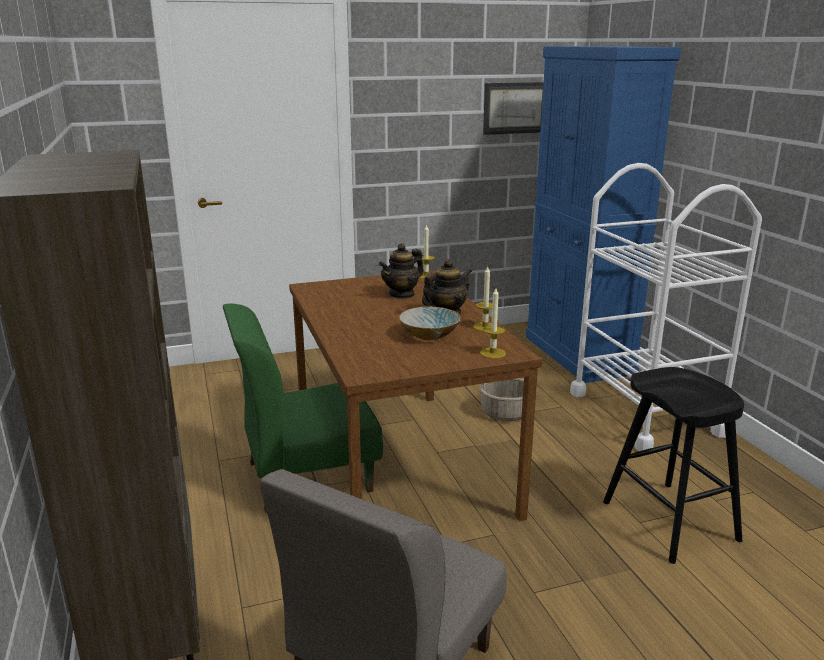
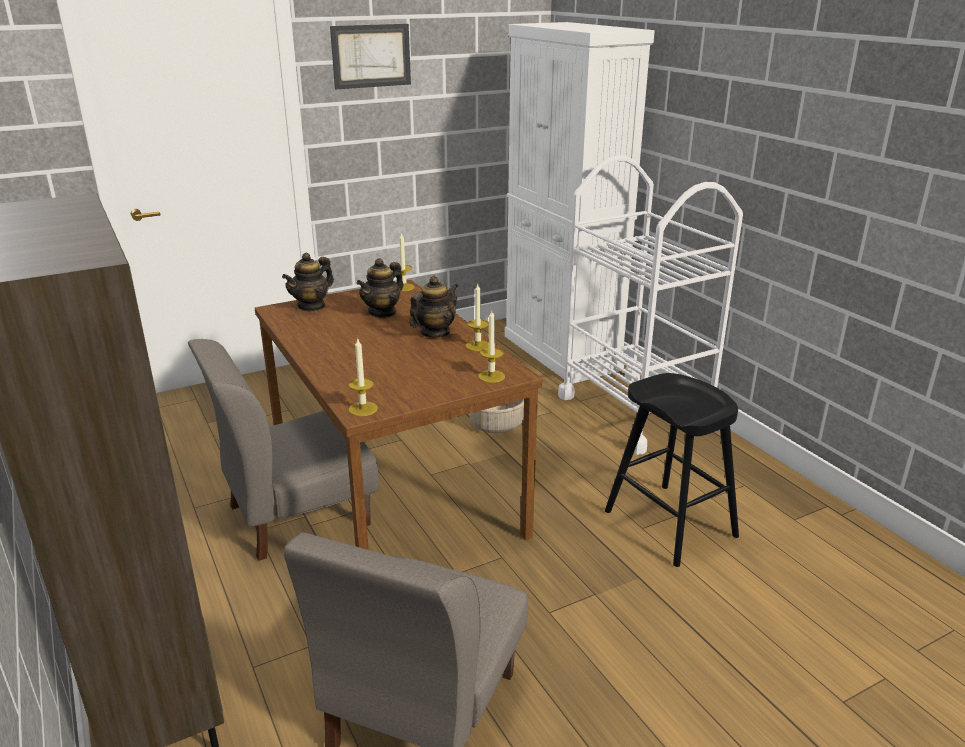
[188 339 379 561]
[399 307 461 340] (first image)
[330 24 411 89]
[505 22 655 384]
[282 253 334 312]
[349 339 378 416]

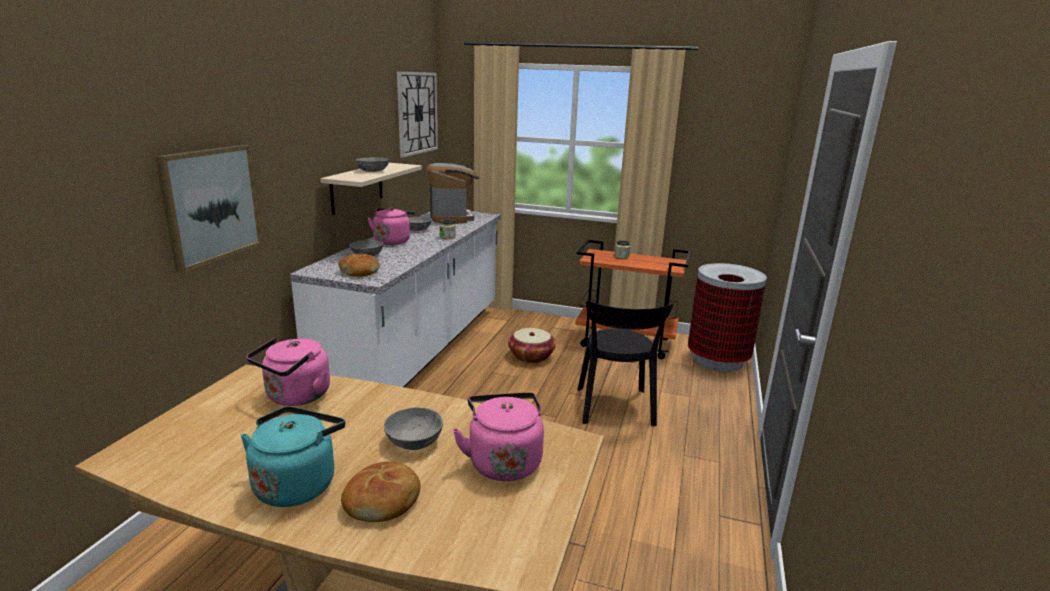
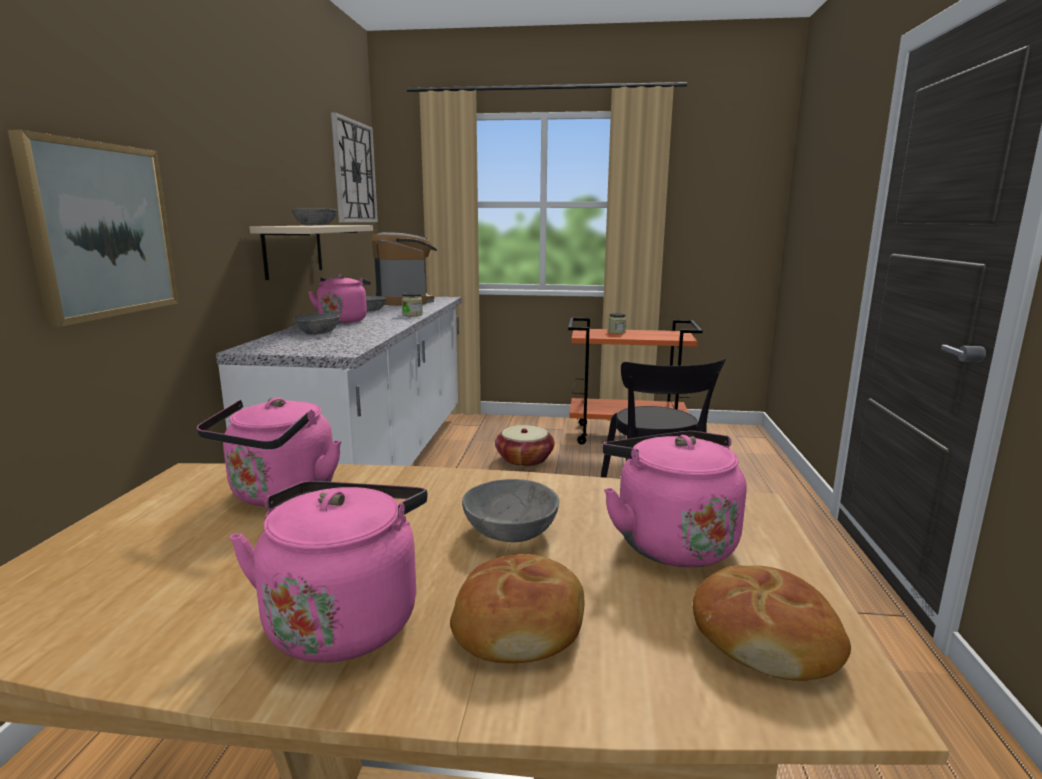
[229 481 428 662]
[693 565 851 681]
[688 263 767 372] (first image)

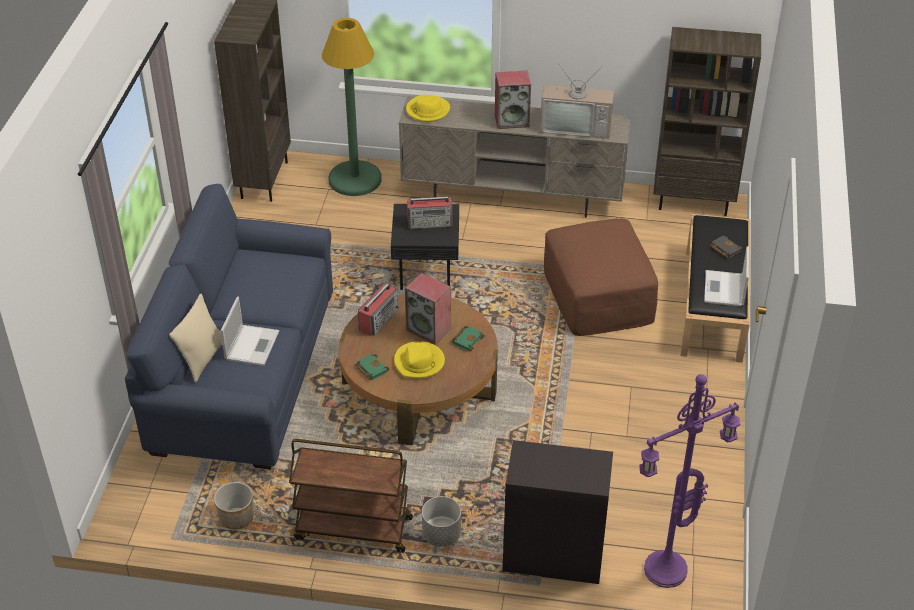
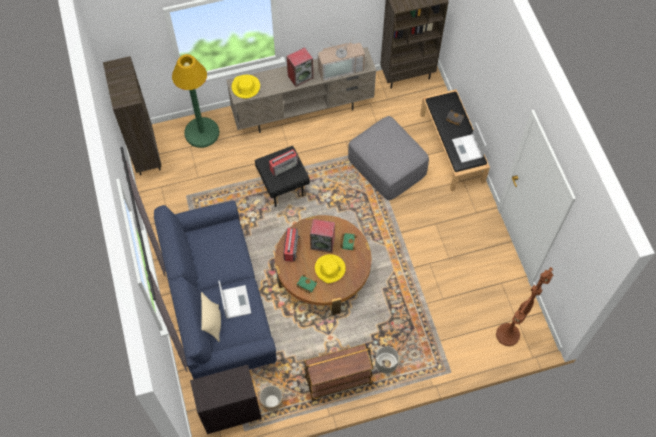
[190 365 262 434]
[348 116 429 200]
[496 267 553 346]

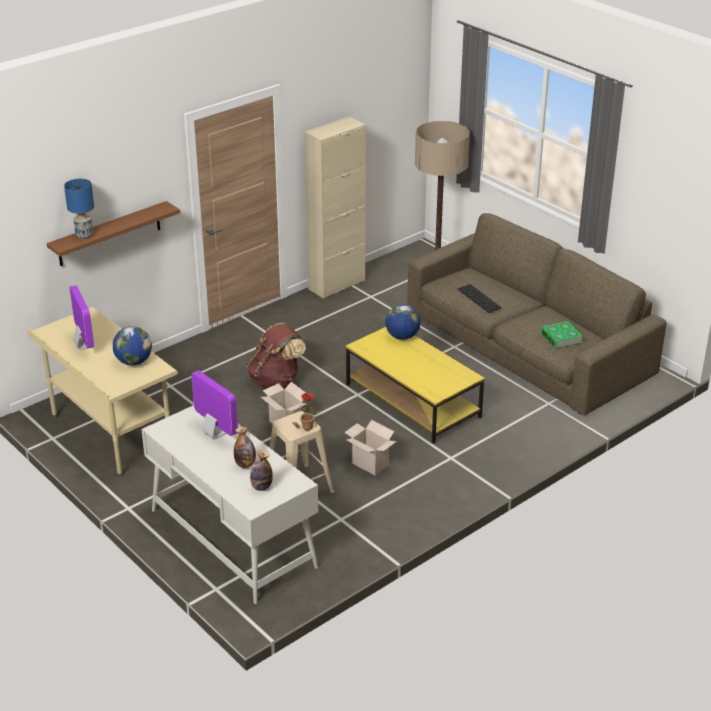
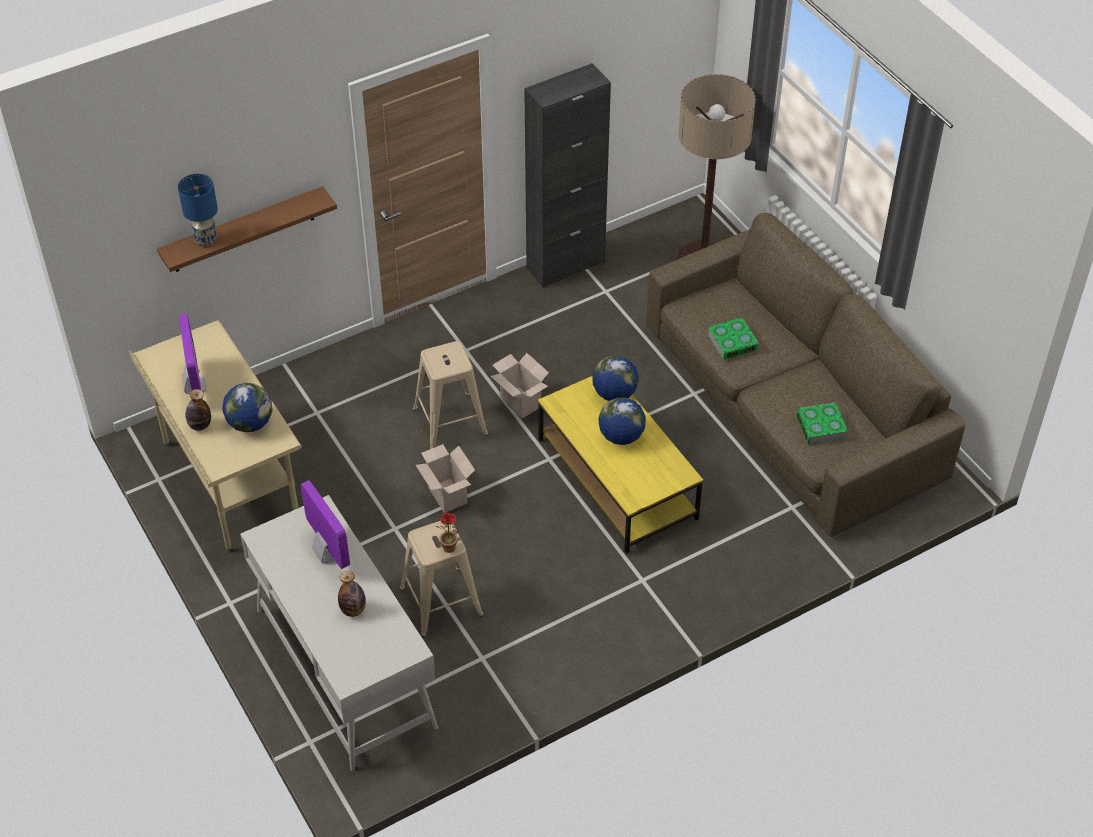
[413 341 489 449]
[186 389 211 431]
[524 63 611 288]
[491 353 549 419]
[707 317 759 360]
[598 398 646 445]

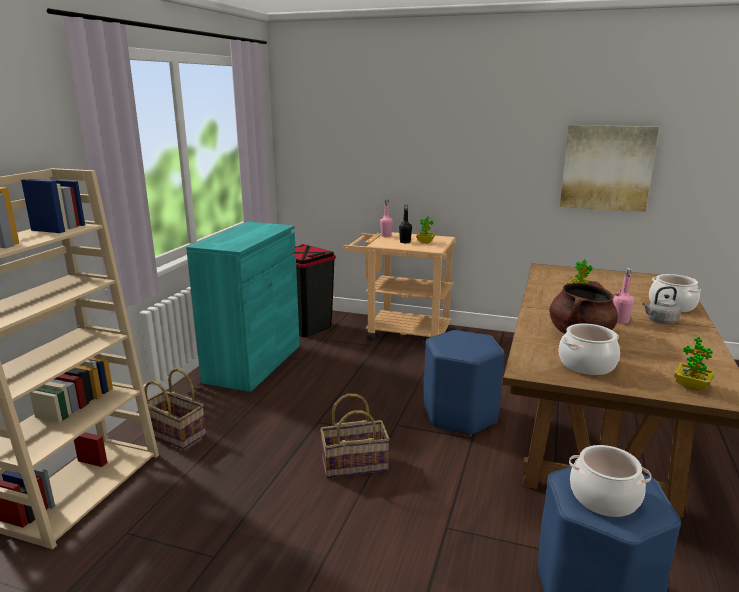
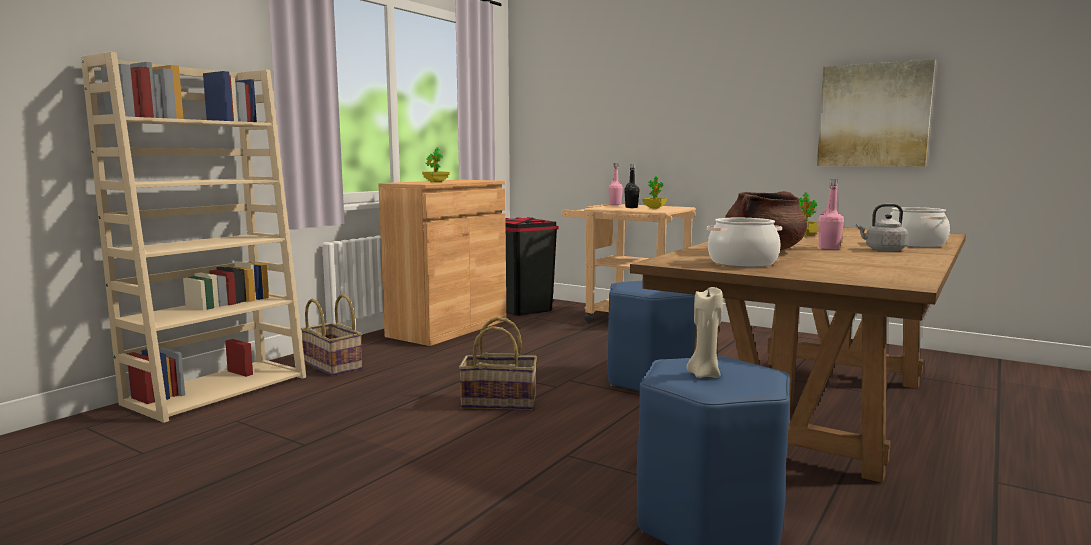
[378 180 506 346]
[687 287 723 378]
[422 148 450 183]

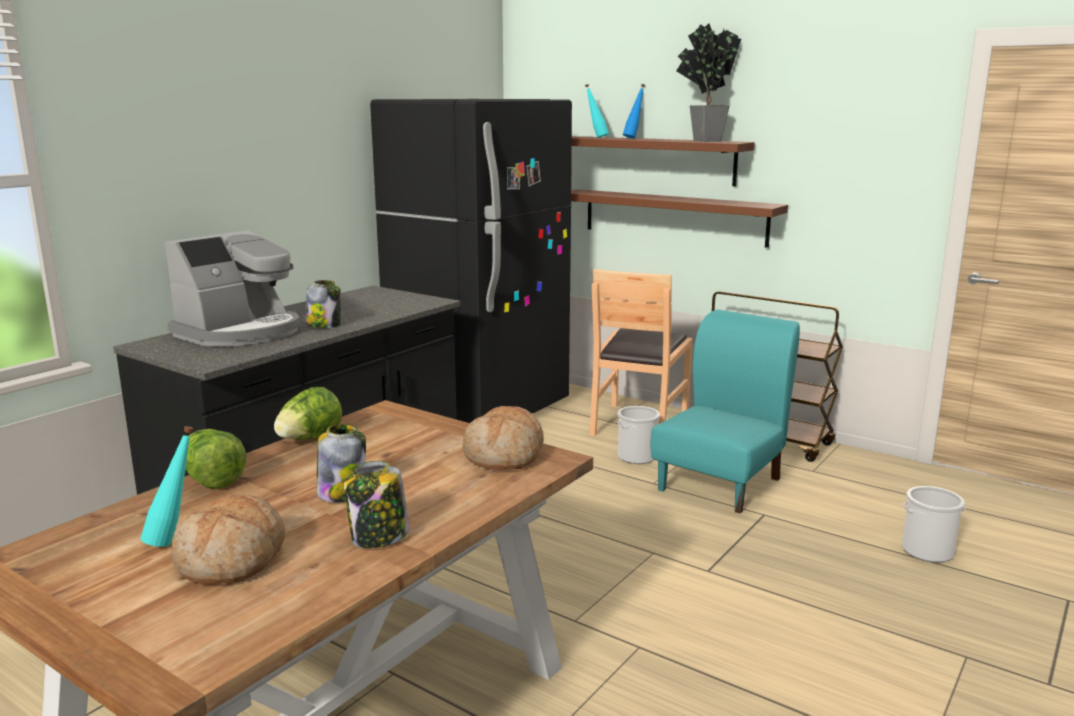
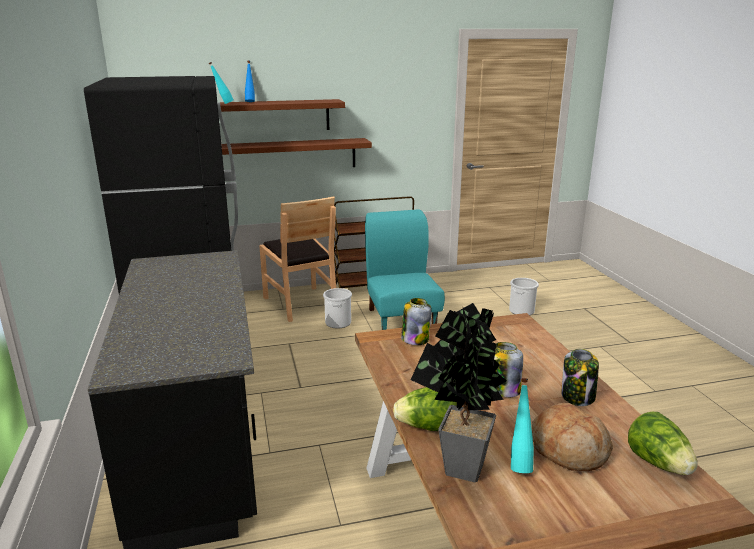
[165 230 300 347] (first image)
[628 412 698 475]
[401 298 432 345]
[463 406 544 470] (first image)
[411 303 507 482]

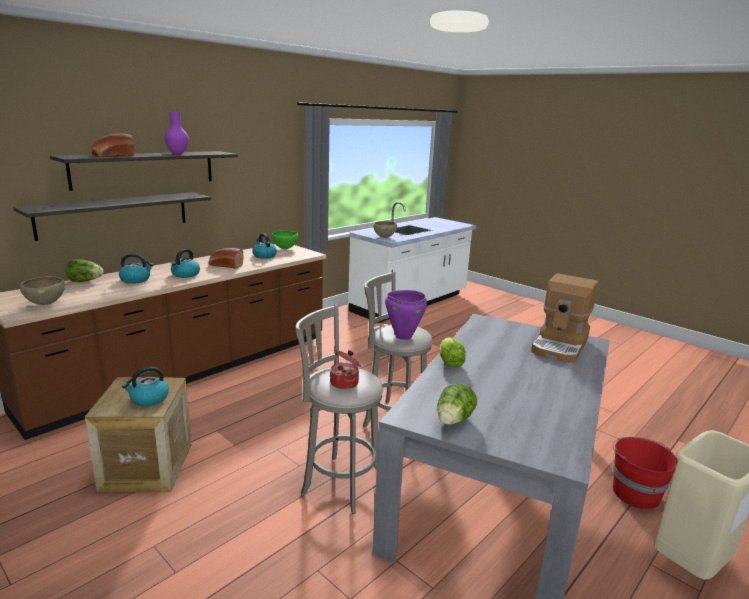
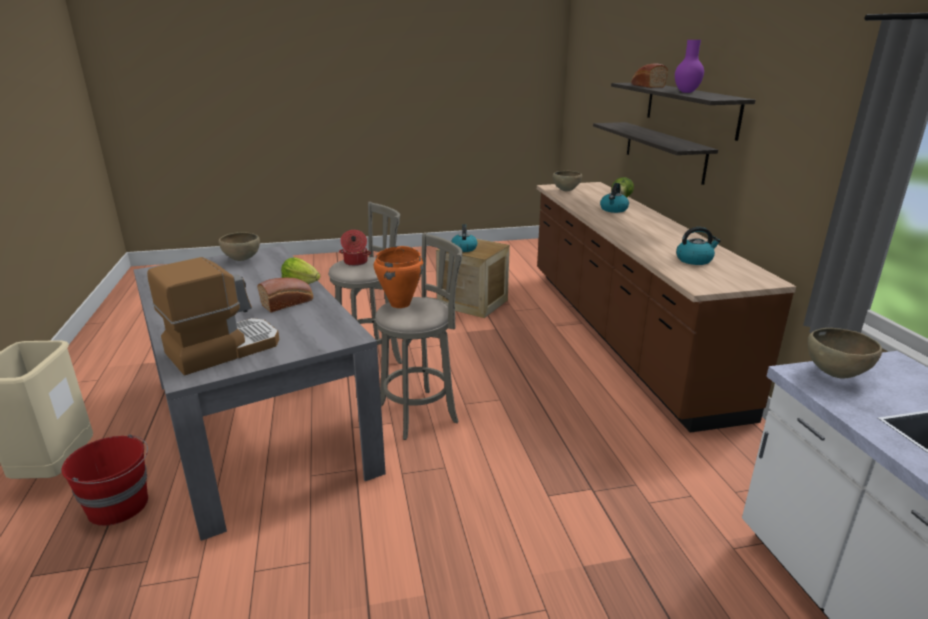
[171 249 200 278] (first image)
[258 277 313 312]
[272 230 298 249] (first image)
[374 246 423 308]
[218 232 260 261]
[147 257 279 375]

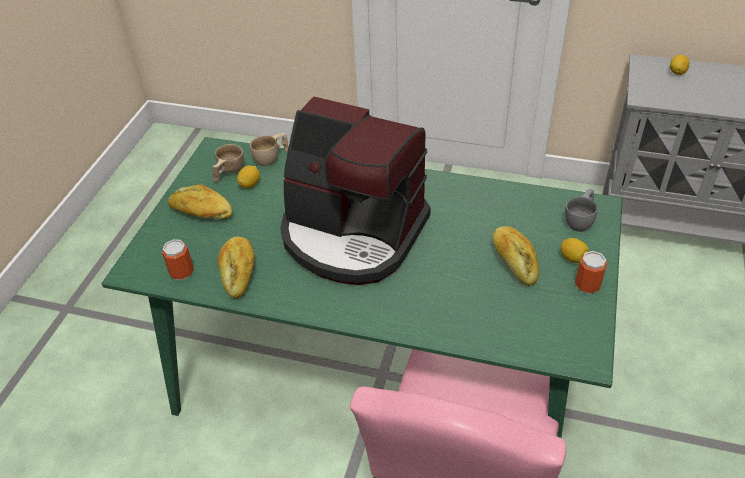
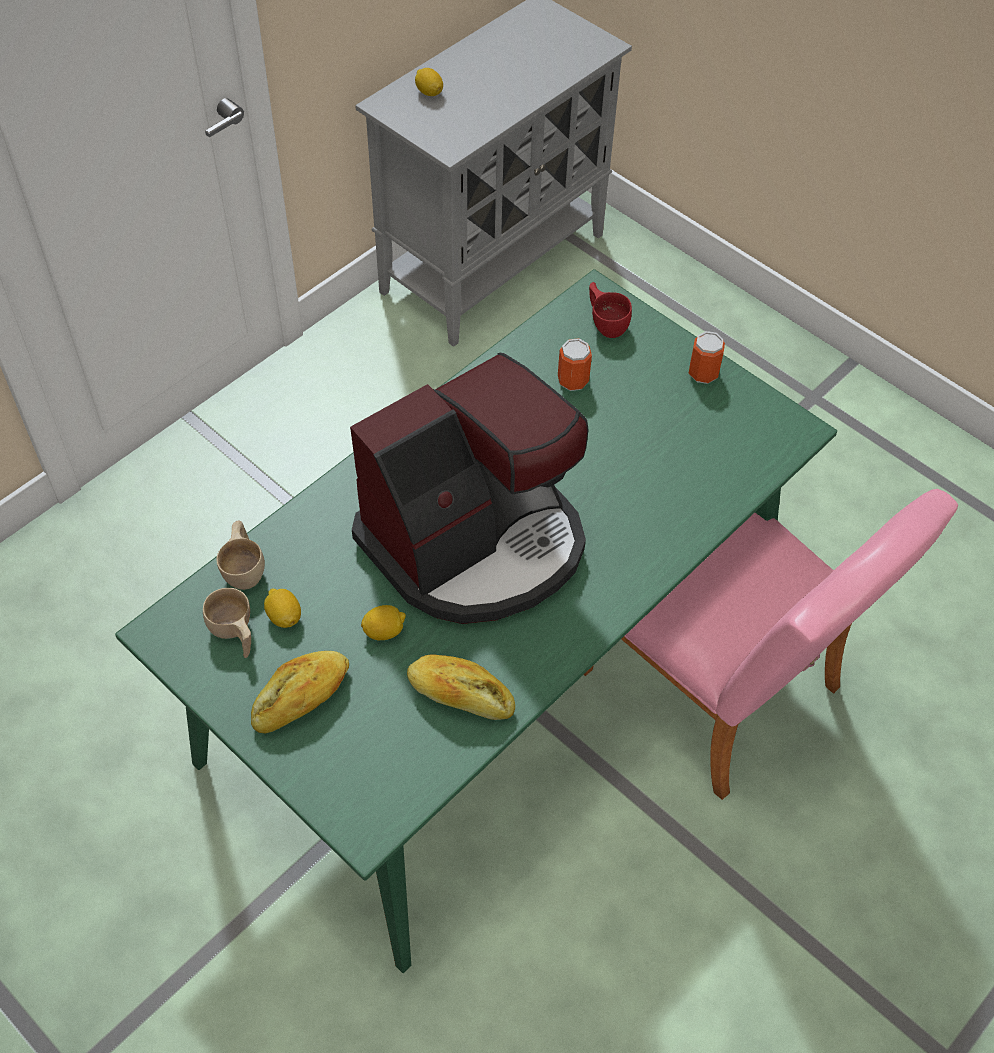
[558 338 592 391]
[492 226 539 286] (first image)
[361 605 406 640]
[589 282 632 338]

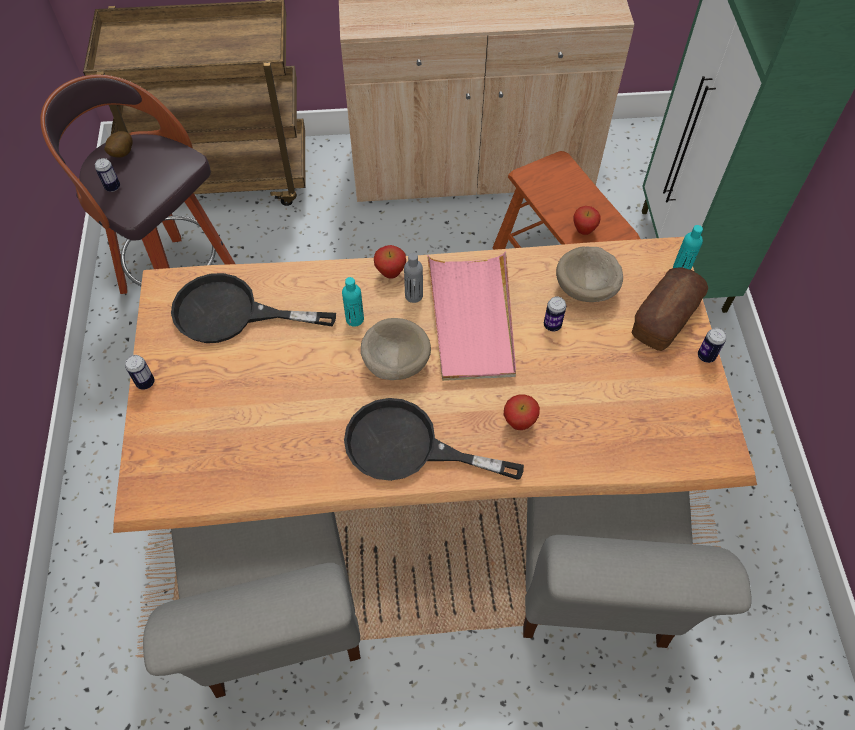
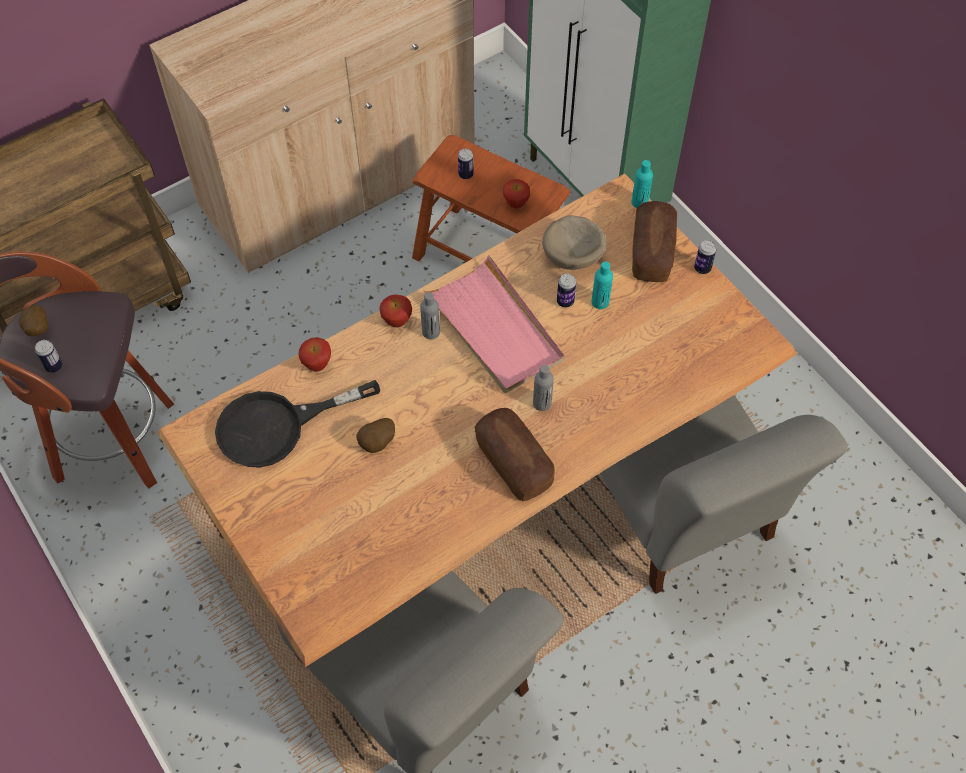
[458 148 473 179]
[592 262 613 309]
[475 408 555 501]
[361 318 431 380] (first image)
[299 337 331 372]
[356 418 395 453]
[533 365 554 411]

